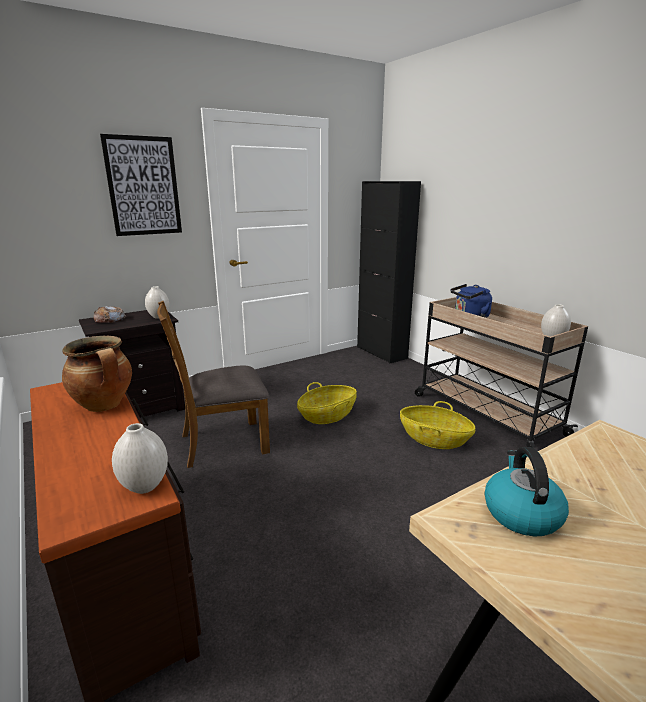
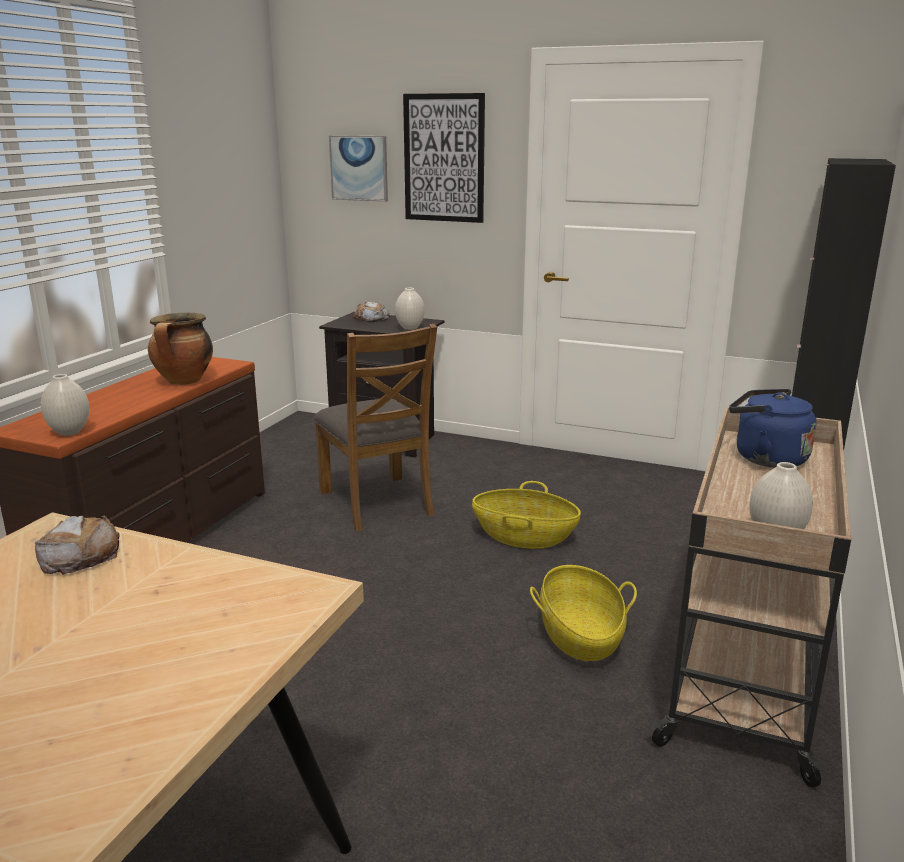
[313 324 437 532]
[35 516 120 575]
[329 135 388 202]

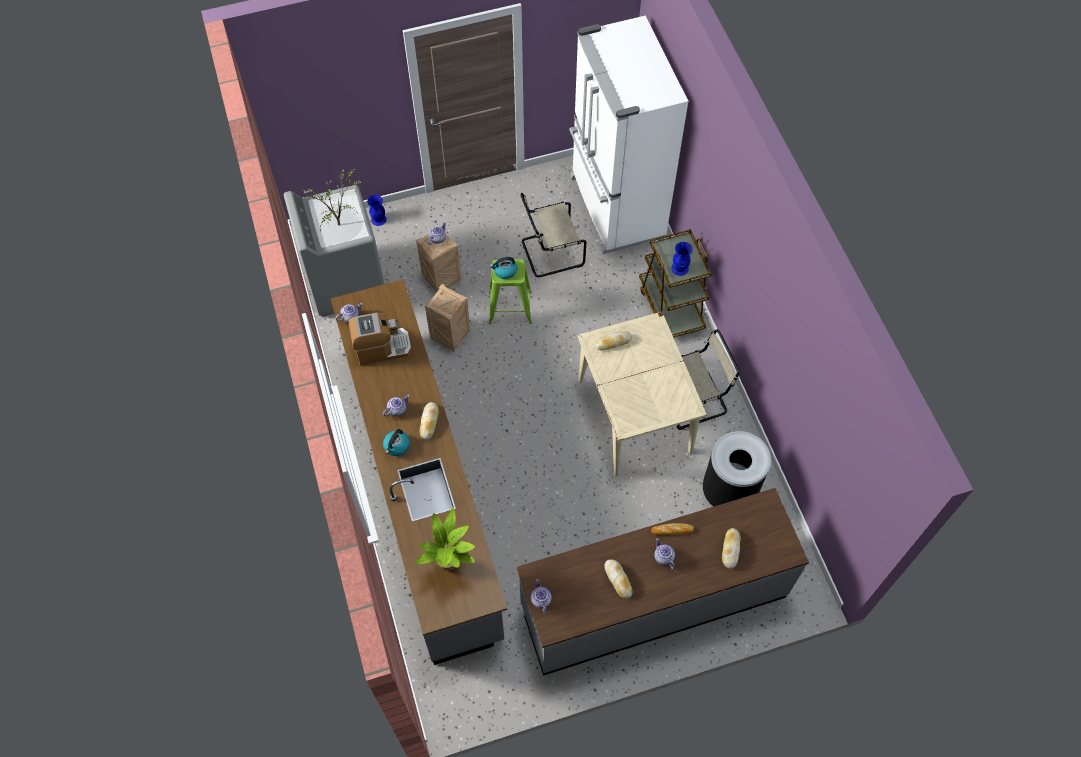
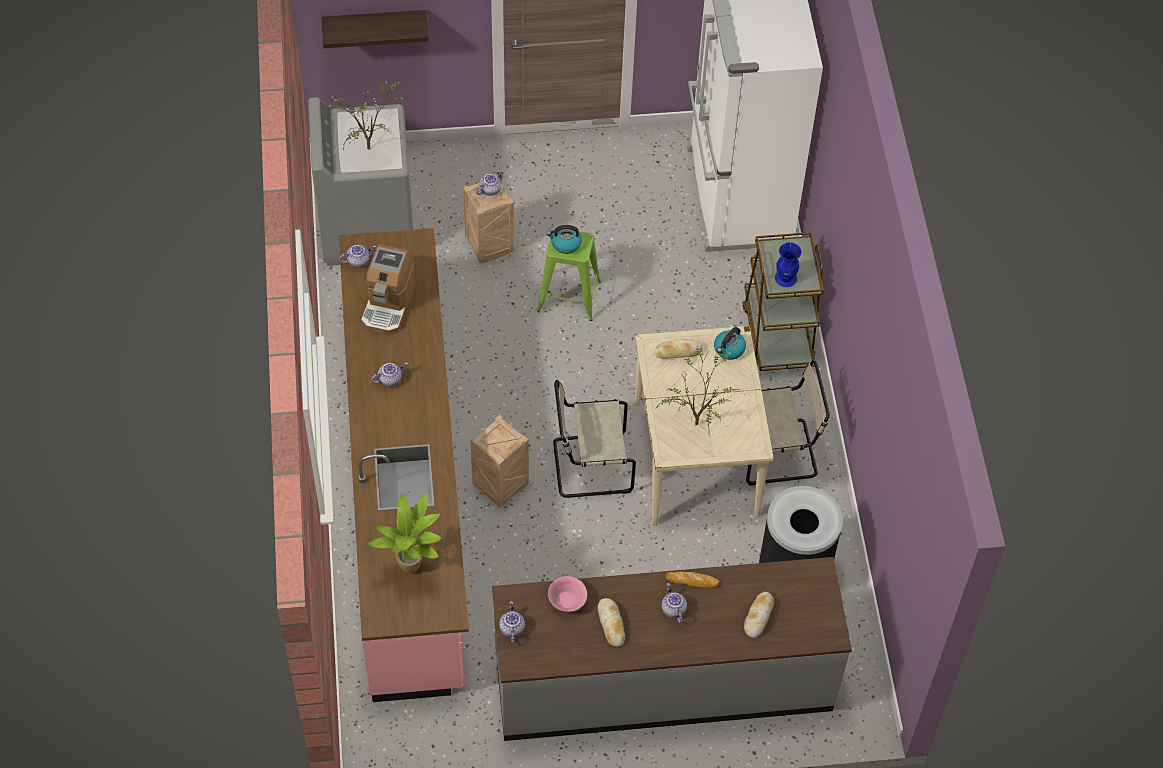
[339 228 469 702]
[361 244 416 335]
[367 195 387 226] (first image)
[714 327 746 360]
[420 402 439 440] (first image)
[470 415 529 509]
[553 380 636 498]
[321 10 429 48]
[548 576 587 612]
[656 345 740 439]

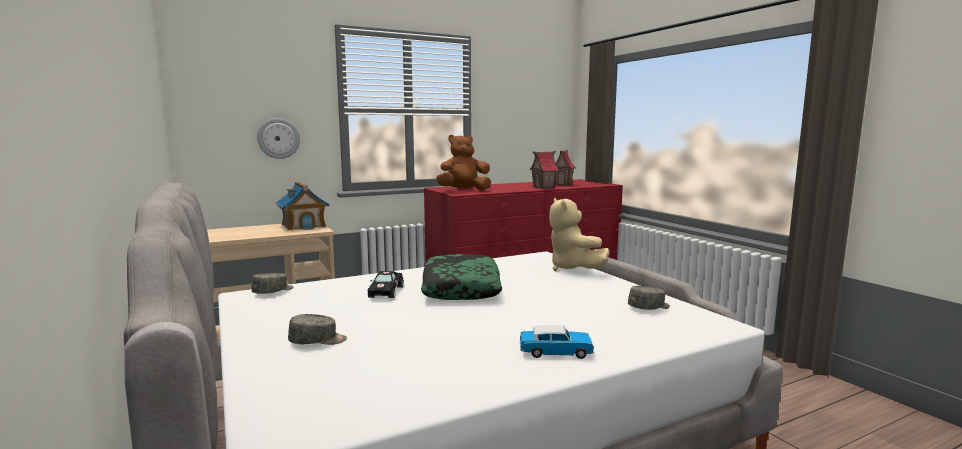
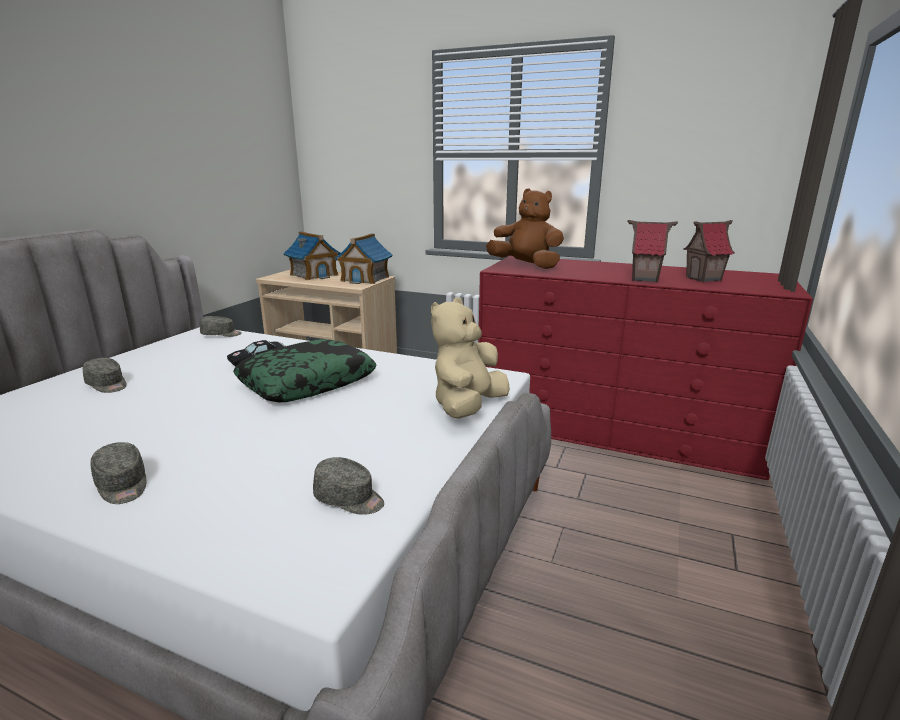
[257 118 300 159] (first image)
[90 442 146 504]
[283 232 340 280]

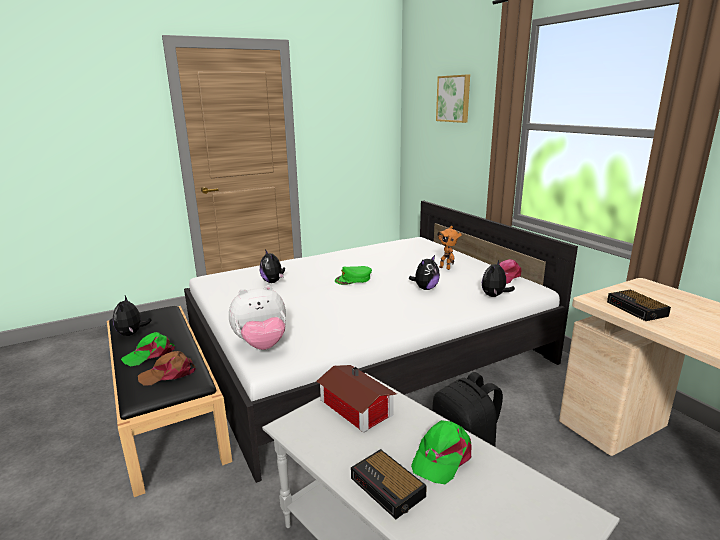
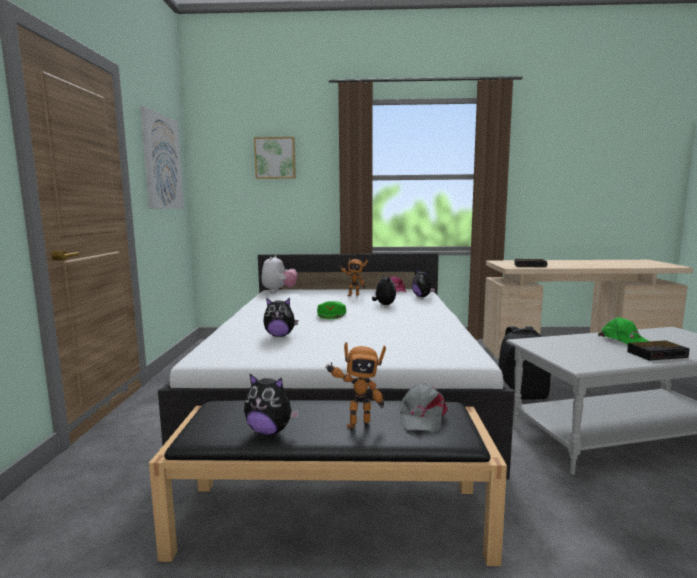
[325 342 386 428]
[399 383 448 432]
[262 255 298 292]
[316 365 397 433] (first image)
[140 106 184 209]

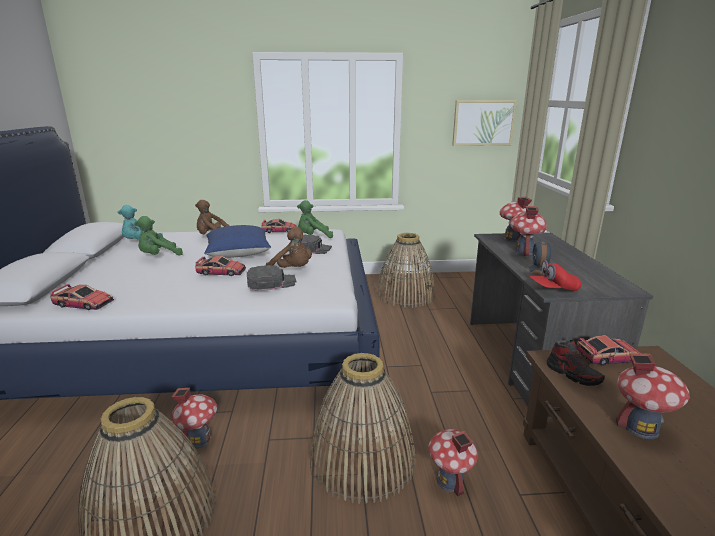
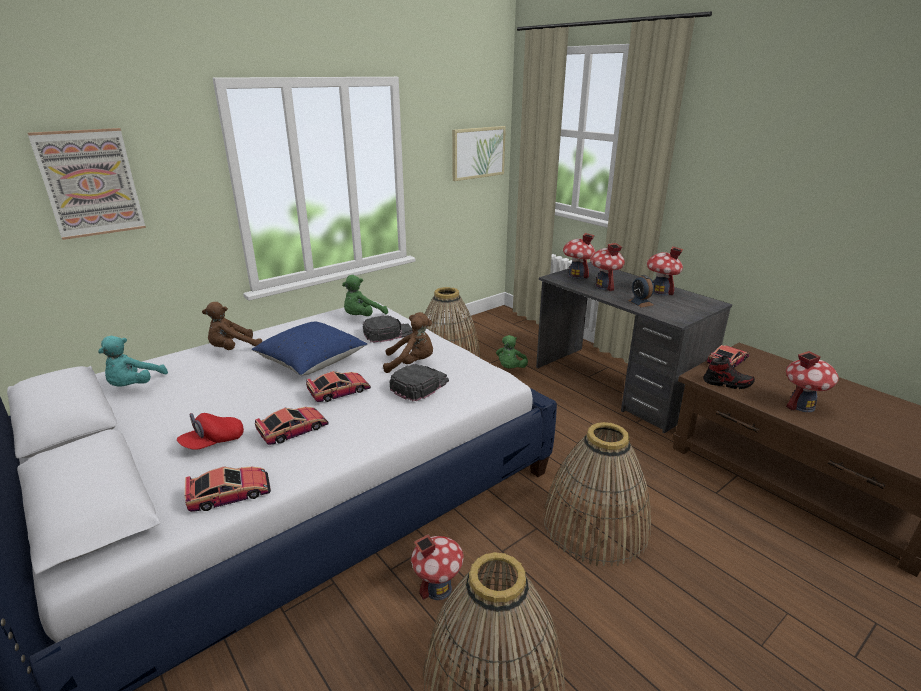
[496 335 528 368]
[255 407 329 445]
[647 246 683 296]
[177 413 244 450]
[28 128 146 240]

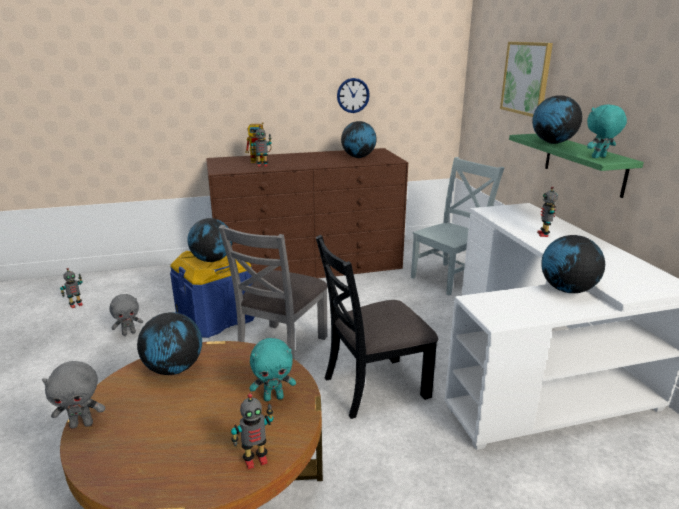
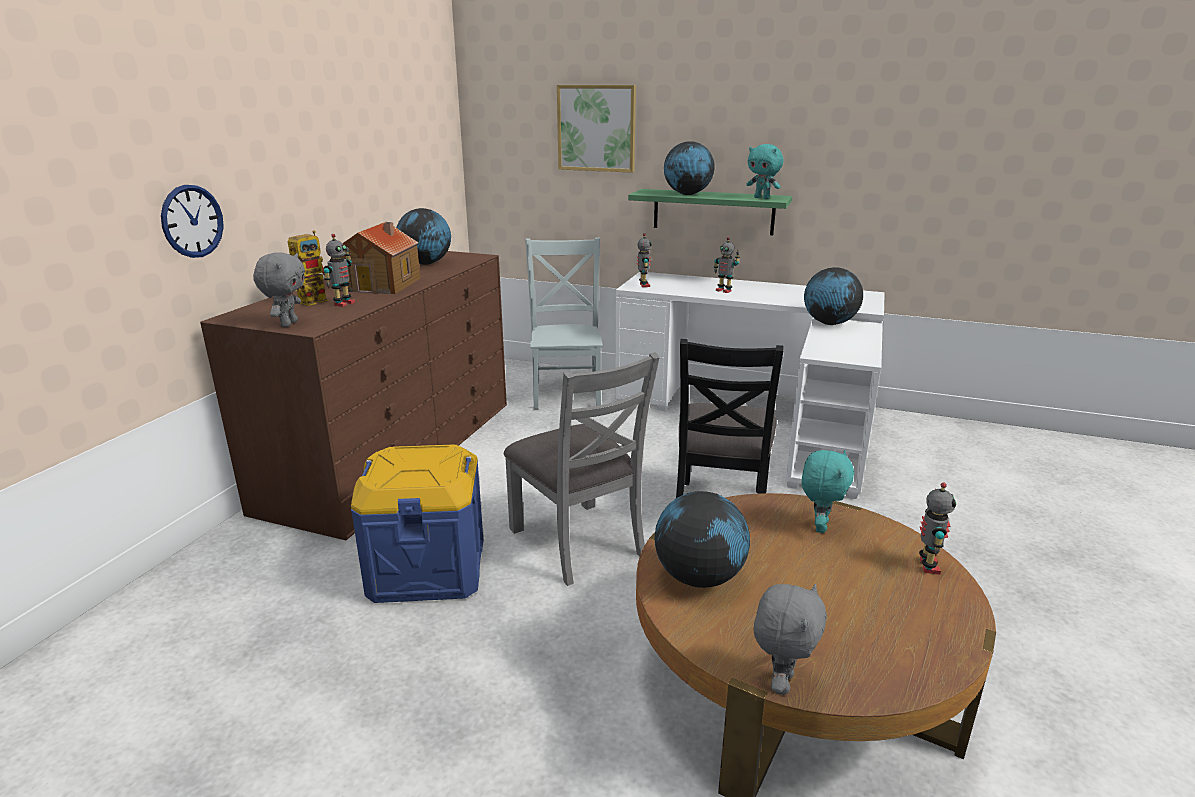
[637 233 652 287]
[253 252 305 327]
[187 218 233 262] (first image)
[161 185 224 258]
[746 144 783 199]
[331 222 420 294]

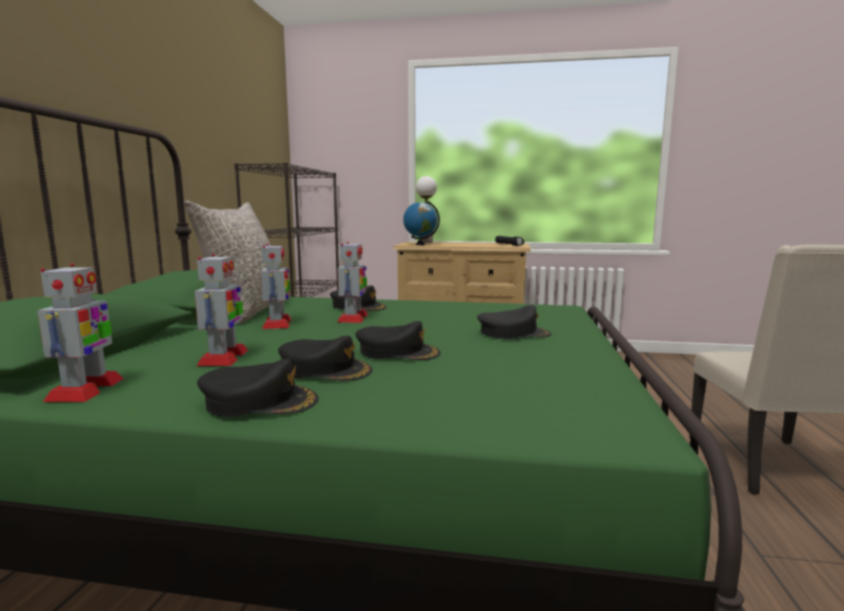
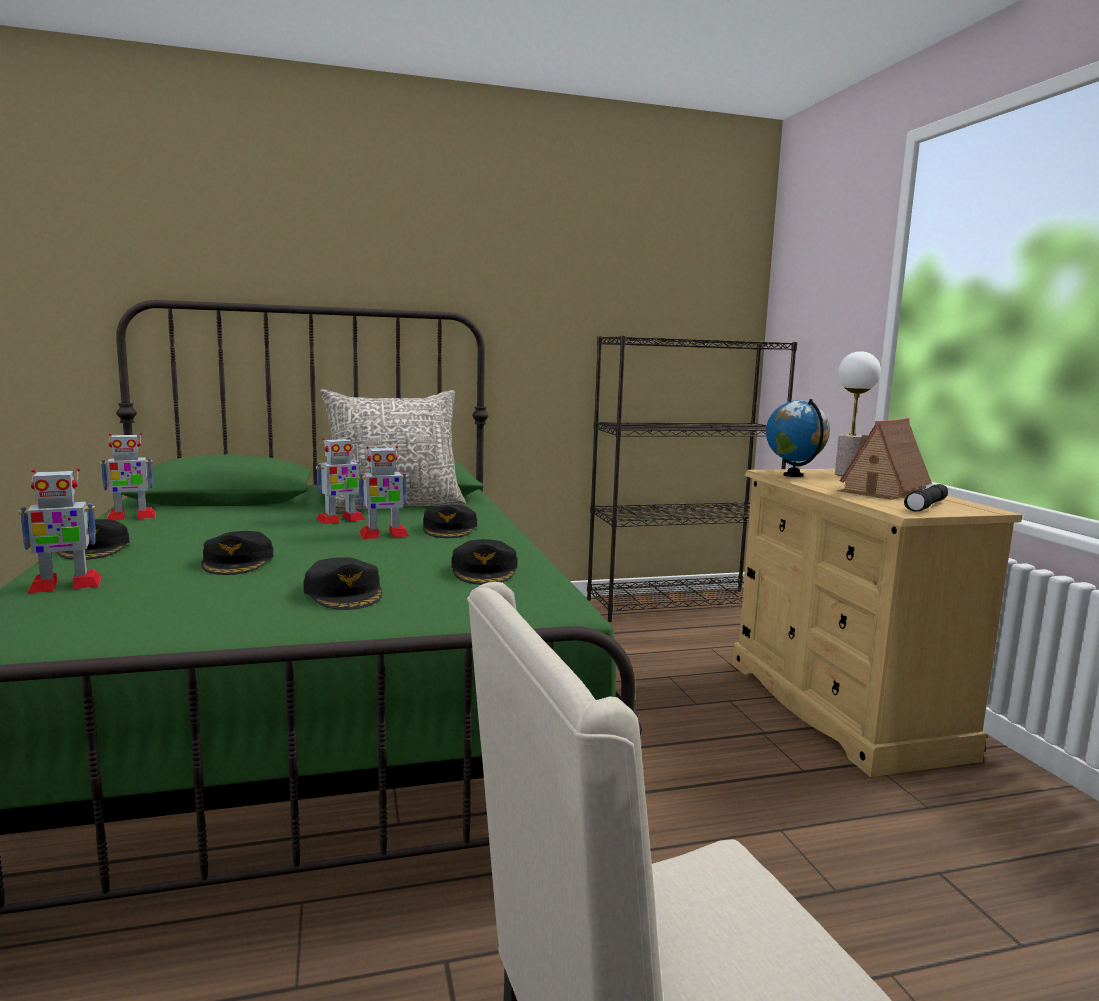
[18 468 101 593]
[451 539 517 585]
[837 418 932 500]

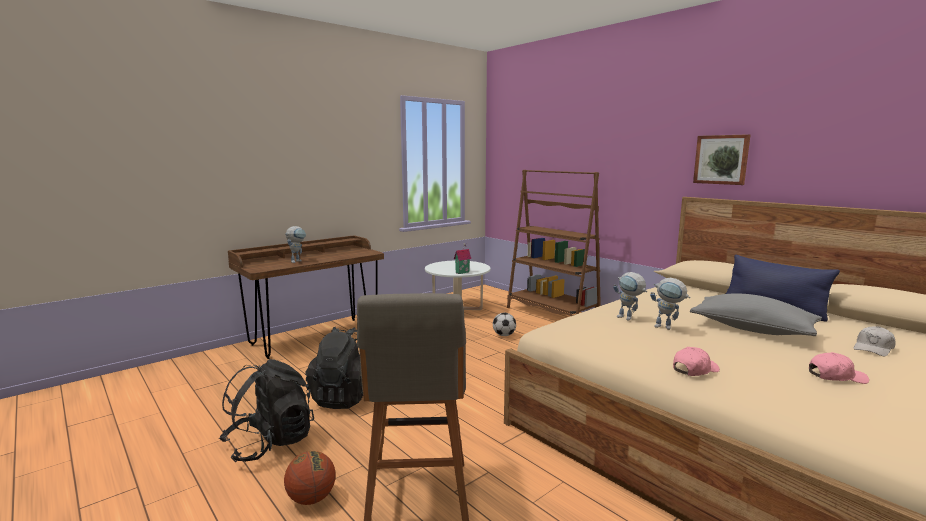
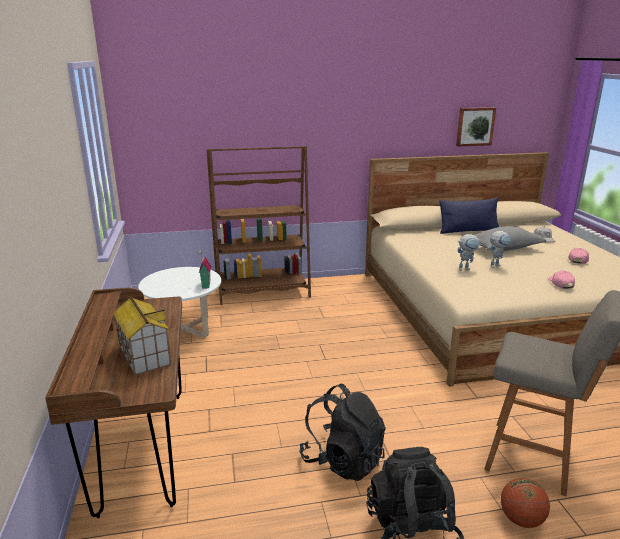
[113 296 171 376]
[493 313 516 336] (first image)
[456 107 496 146]

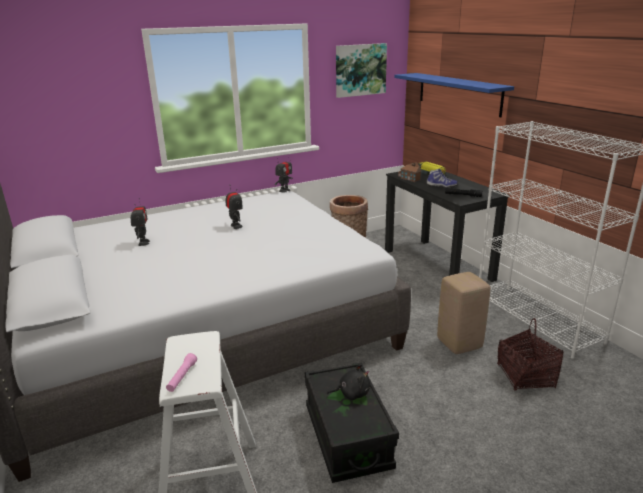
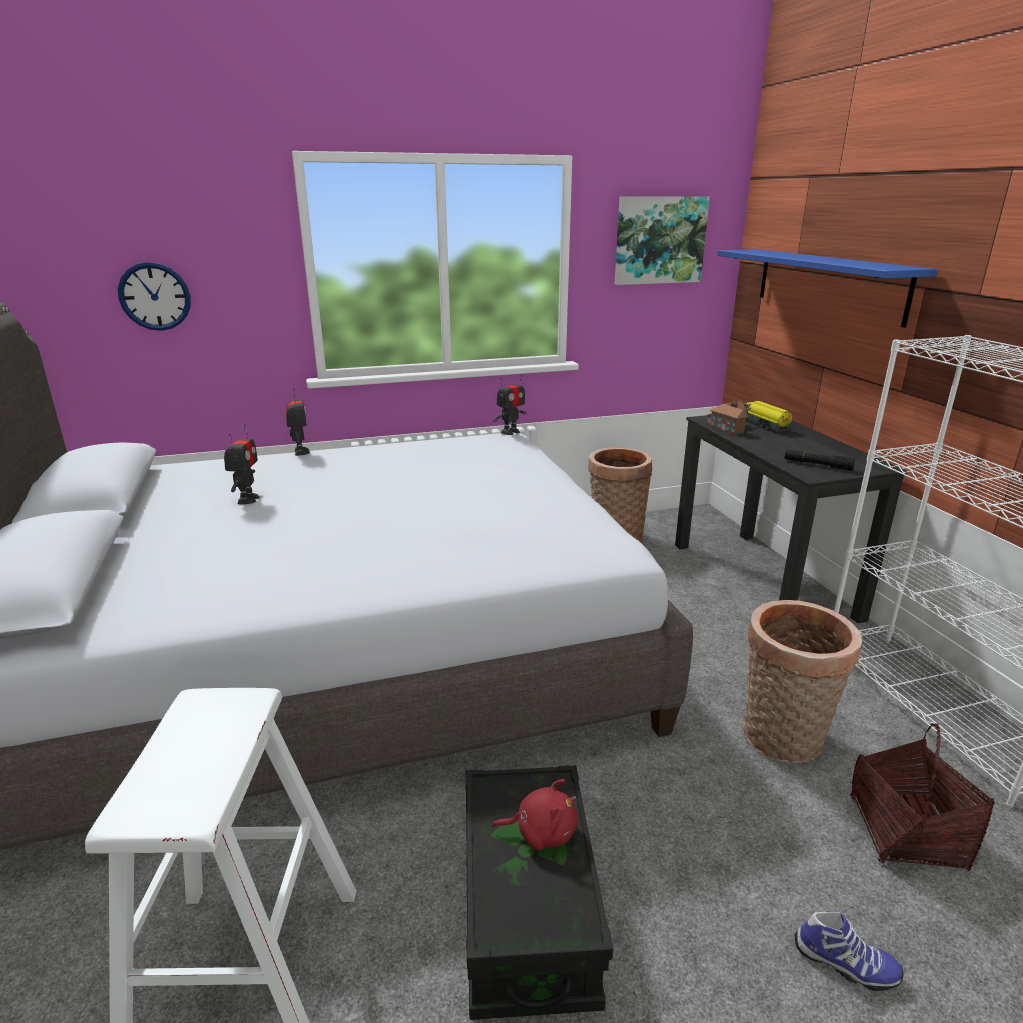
[166 353 197 392] (first image)
[286 388 310 456]
[492 779 578 851]
[795 911 904 991]
[743 600 862 763]
[118 262 191 331]

